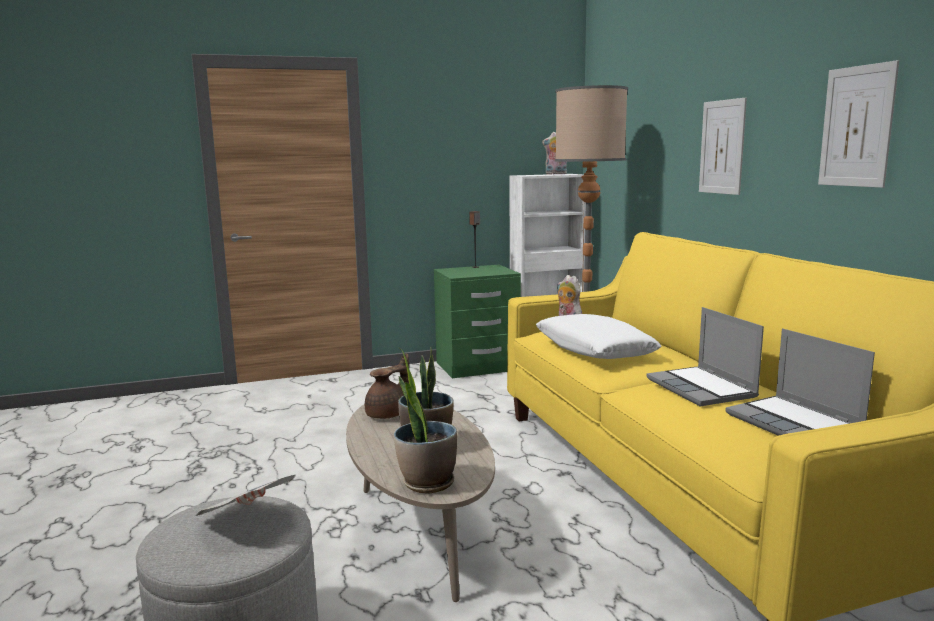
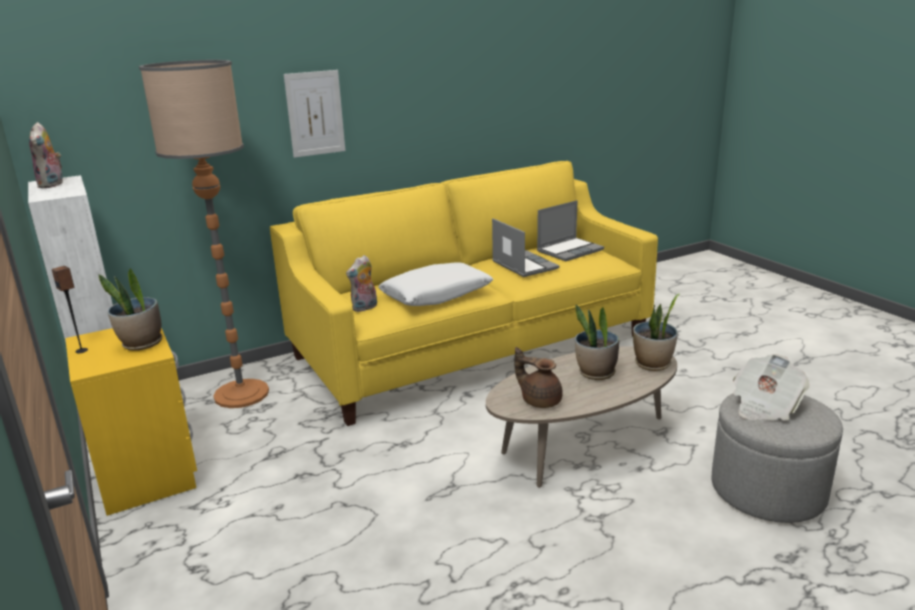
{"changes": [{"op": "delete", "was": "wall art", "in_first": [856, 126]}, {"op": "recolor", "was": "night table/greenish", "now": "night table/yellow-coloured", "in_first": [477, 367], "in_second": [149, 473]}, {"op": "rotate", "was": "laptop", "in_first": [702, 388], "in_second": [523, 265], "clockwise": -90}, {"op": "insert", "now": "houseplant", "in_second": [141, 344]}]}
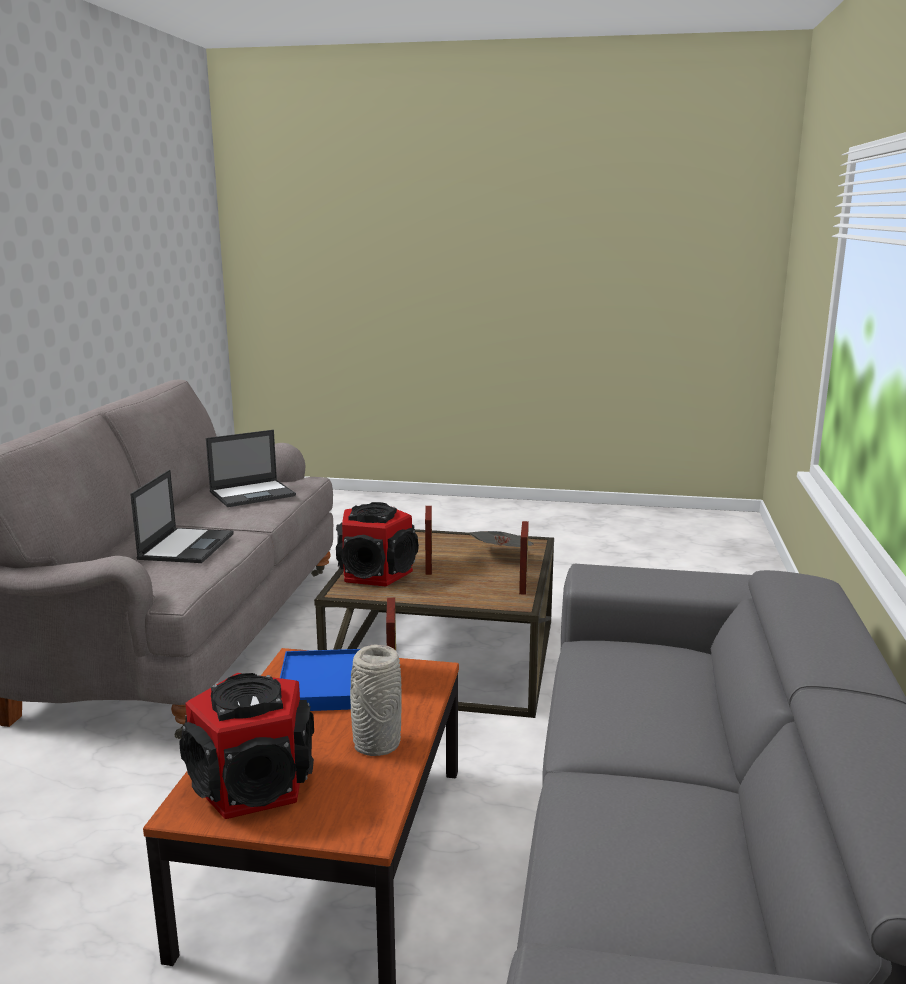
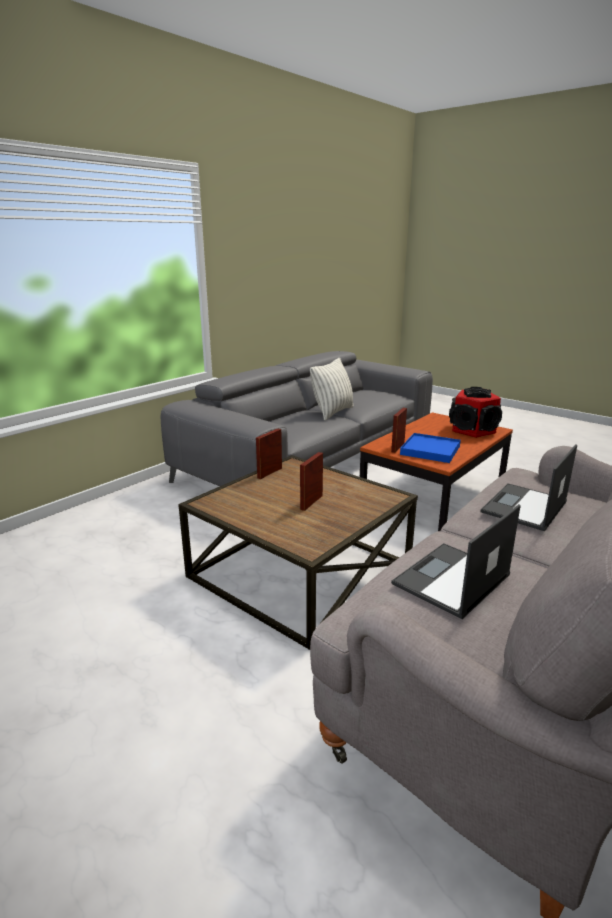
{"changes": [{"op": "rotate", "was": "laptop", "in_first": [253, 494], "in_second": [451, 580], "clockwise": -45}, {"op": "delete", "was": "audio speaker", "in_first": [376, 573]}, {"op": "delete", "was": "newspaper", "in_first": [501, 557]}, {"op": "delete", "was": "decorative vase/greyish", "in_first": [376, 744]}, {"op": "insert", "now": "cushion", "in_second": [333, 412]}]}
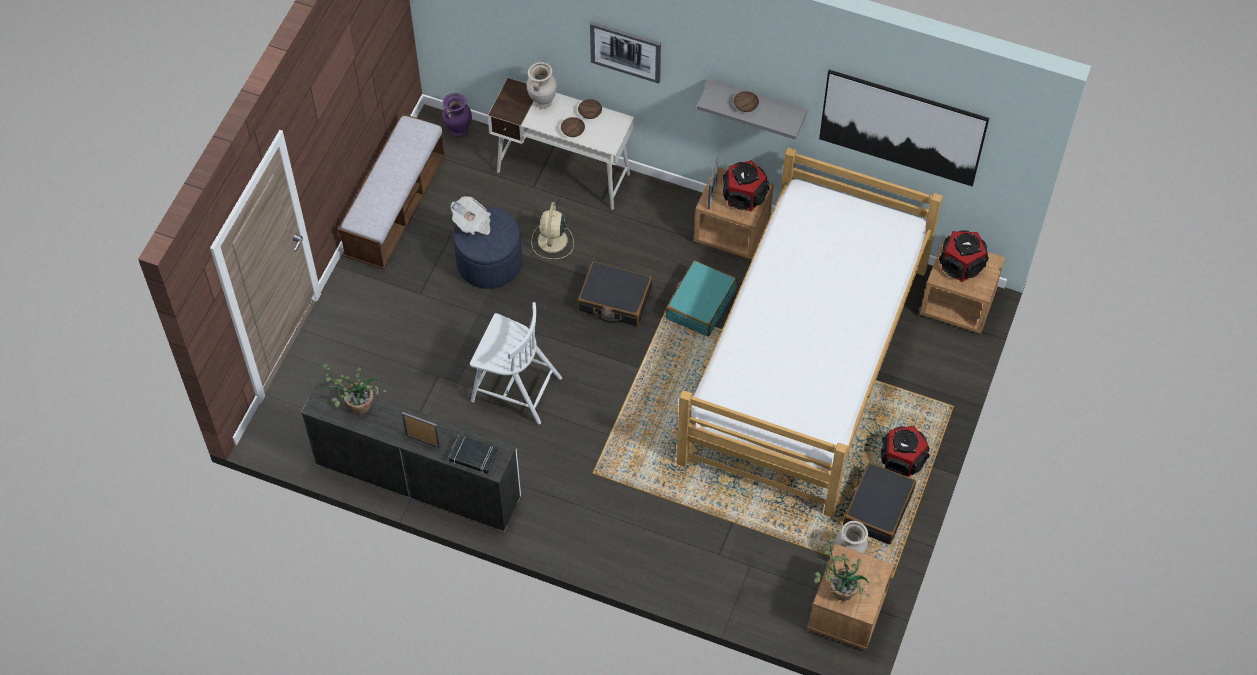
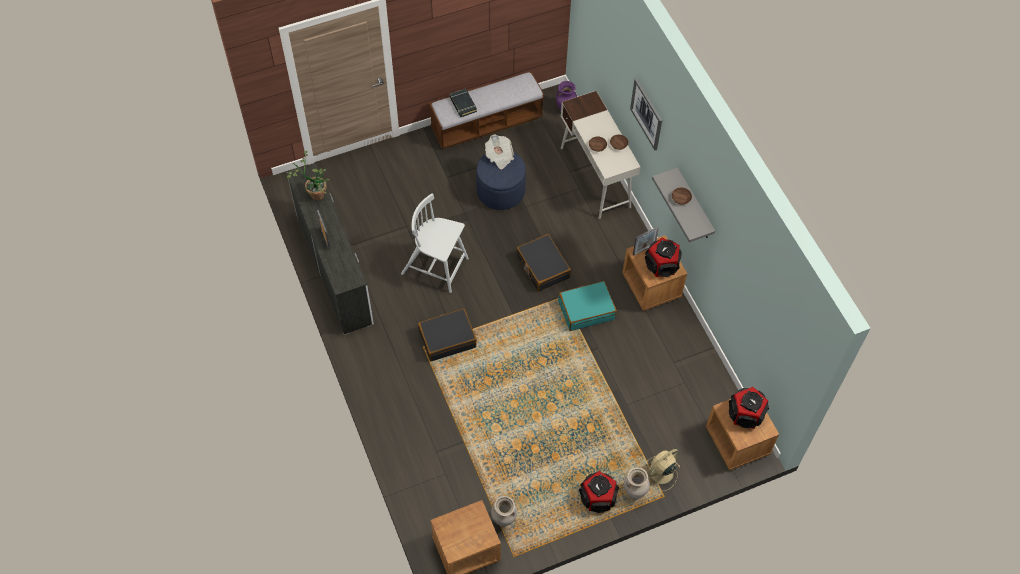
{"changes": [{"op": "move", "was": "decorative vase/beige-coloured", "in_first": [542, 102], "in_second": [634, 493]}, {"op": "delete", "was": "wall art", "in_first": [902, 127]}, {"op": "delete", "was": "bed", "in_first": [806, 364]}, {"op": "move", "was": "cooling fan/beige-coloured", "in_first": [552, 241], "in_second": [660, 473]}, {"op": "rotate", "was": "upright chair/white-coloured", "in_first": [514, 388], "in_second": [436, 267], "clockwise": 135}, {"op": "move", "was": "volume/black-coloured", "in_first": [473, 456], "in_second": [463, 104]}, {"op": "move", "was": "suitcase/black-coloured", "in_first": [877, 508], "in_second": [447, 339]}, {"op": "delete", "was": "houseplant", "in_first": [838, 588]}]}
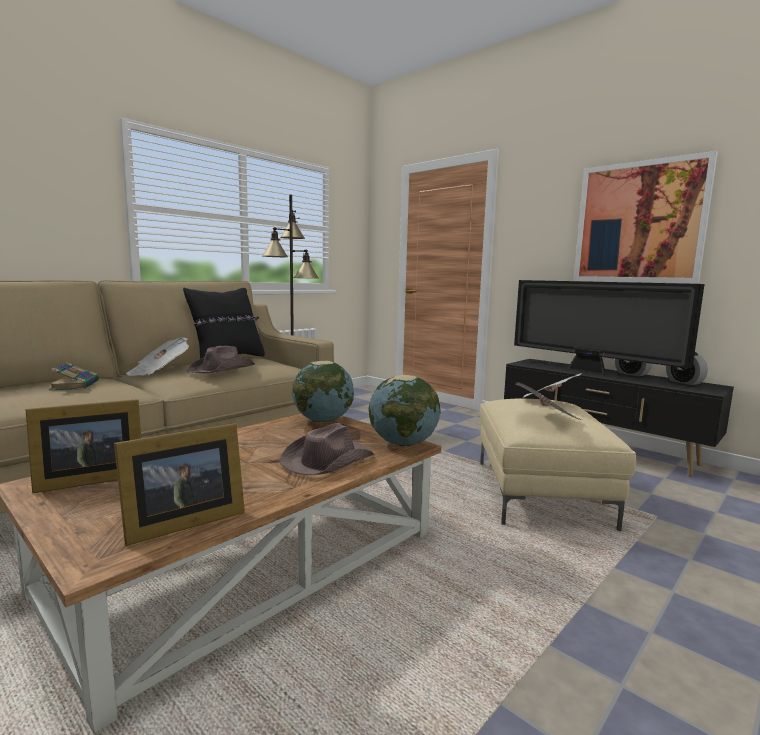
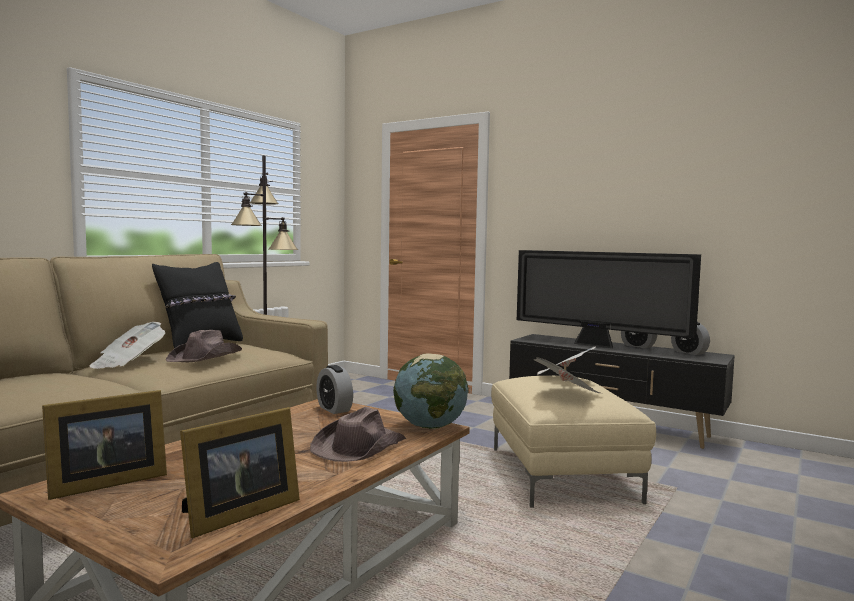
{"changes": [{"op": "delete", "was": "wall art", "in_first": [639, 223]}, {"op": "replace", "was": "world globe", "now": "alarm clock", "in_first": [323, 421], "in_second": [334, 409]}, {"op": "delete", "was": "volume", "in_first": [75, 385]}]}
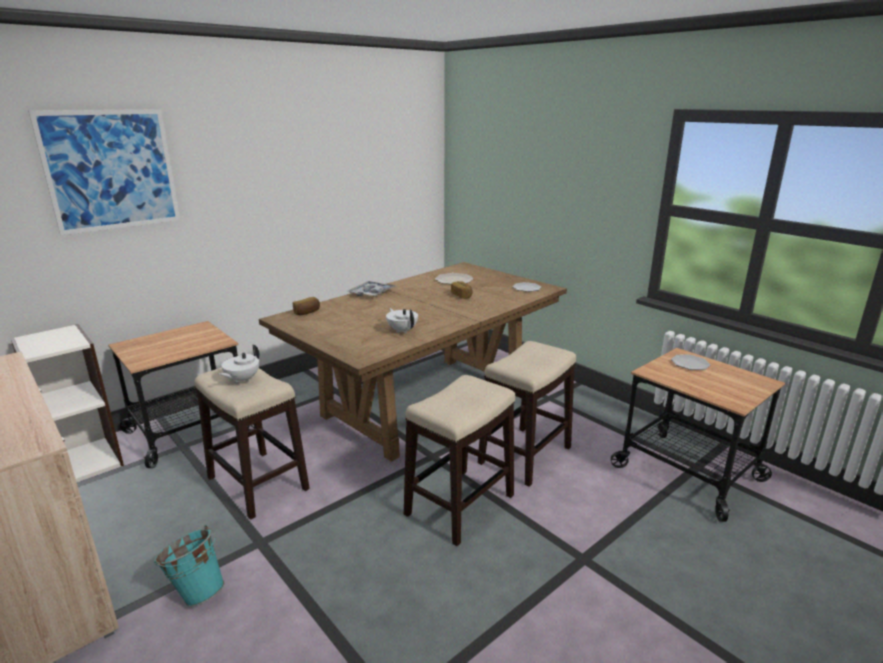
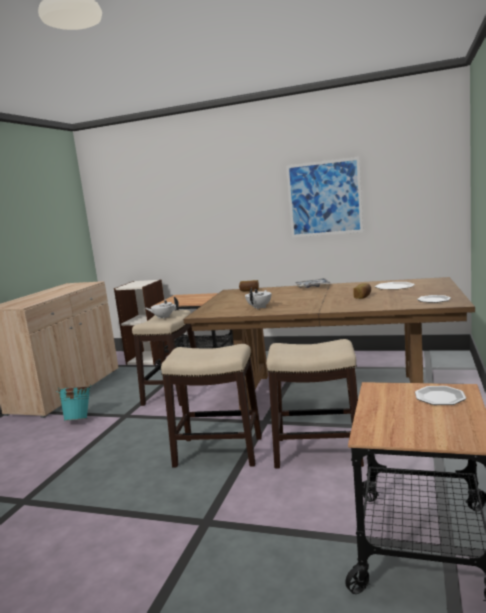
{"changes": [{"op": "move", "was": "wall art", "in_first": [111, 170], "in_second": [324, 198]}]}
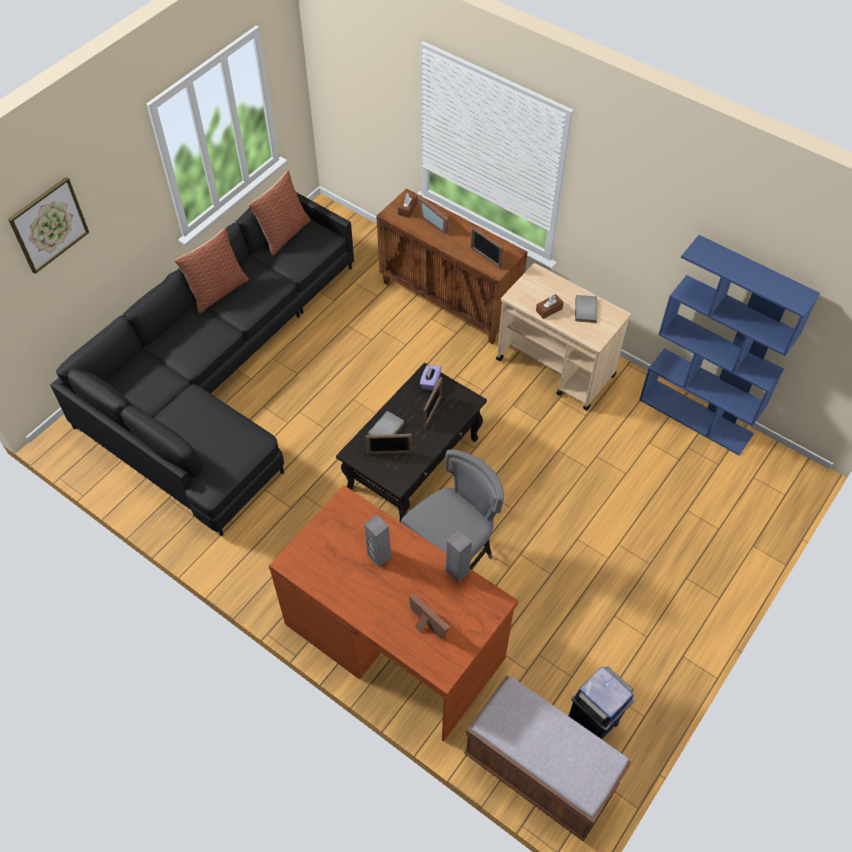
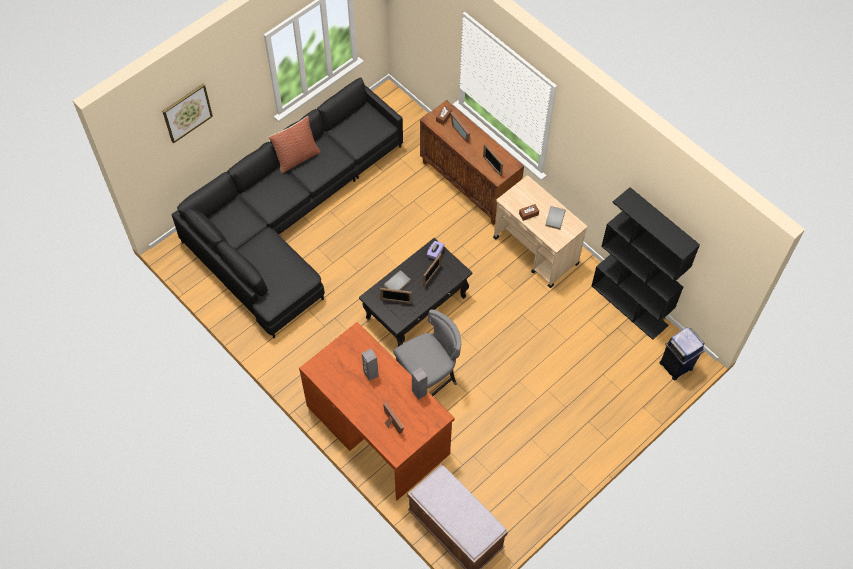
{"changes": [{"op": "delete", "was": "cushion", "in_first": [284, 233]}, {"op": "recolor", "was": "shelving unit/blue-coloured", "now": "shelving unit/black-coloured", "in_first": [696, 416], "in_second": [630, 305]}, {"op": "move", "was": "rubbish bin/blue-coloured", "in_first": [593, 722], "in_second": [676, 366]}]}
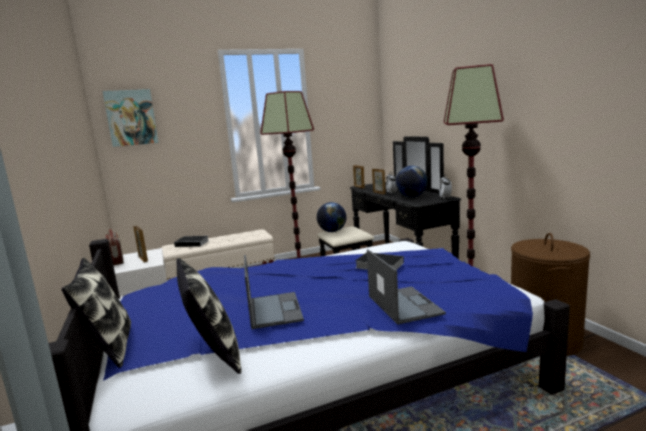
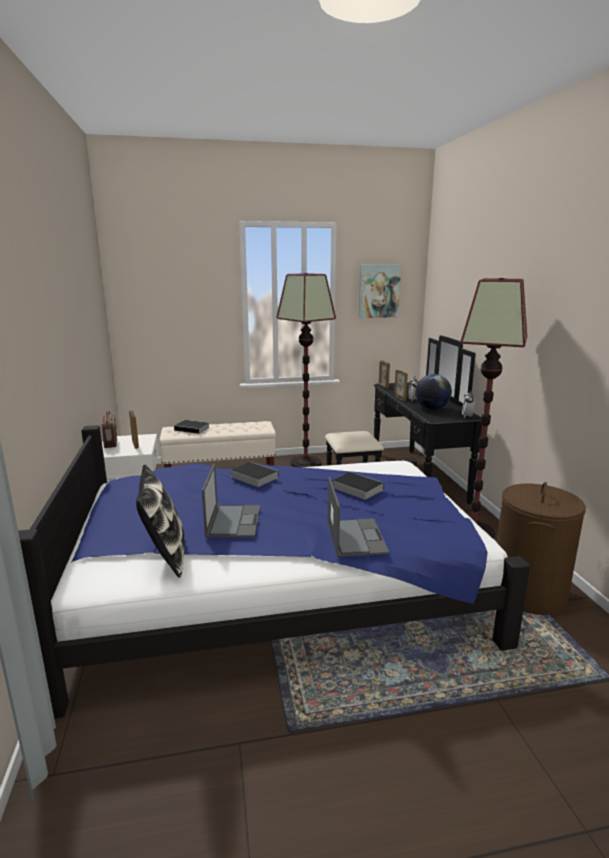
{"changes": [{"op": "move", "was": "wall art", "in_first": [131, 117], "in_second": [379, 291]}, {"op": "delete", "was": "world globe", "in_first": [332, 231]}, {"op": "delete", "was": "cushion", "in_first": [109, 348]}, {"op": "insert", "now": "volume", "in_second": [252, 476]}]}
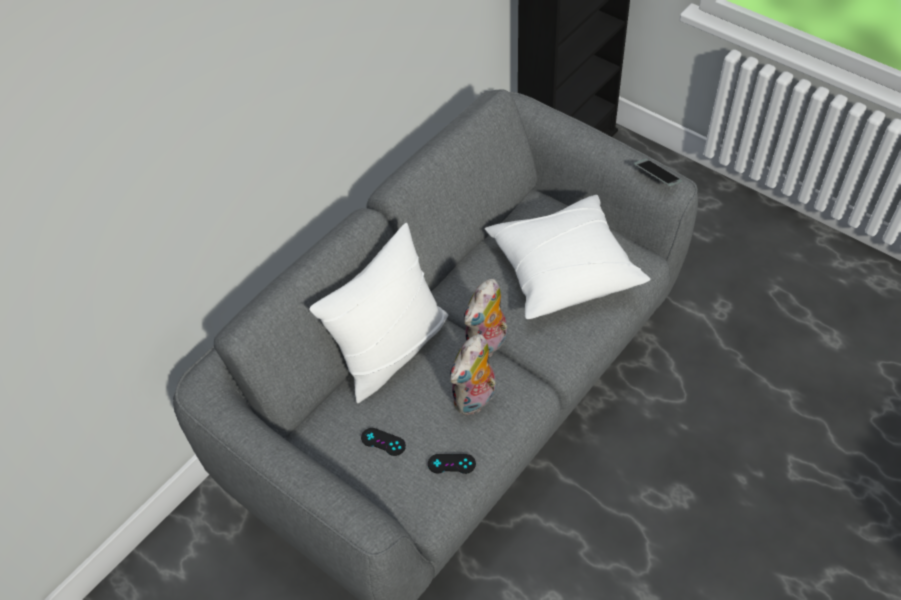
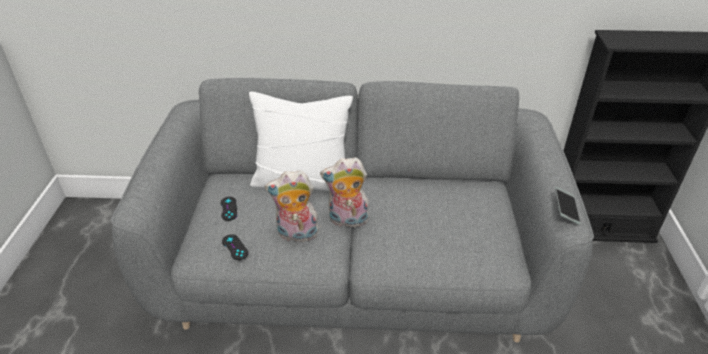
{"changes": [{"op": "delete", "was": "cushion/white-coloured", "in_first": [563, 269]}]}
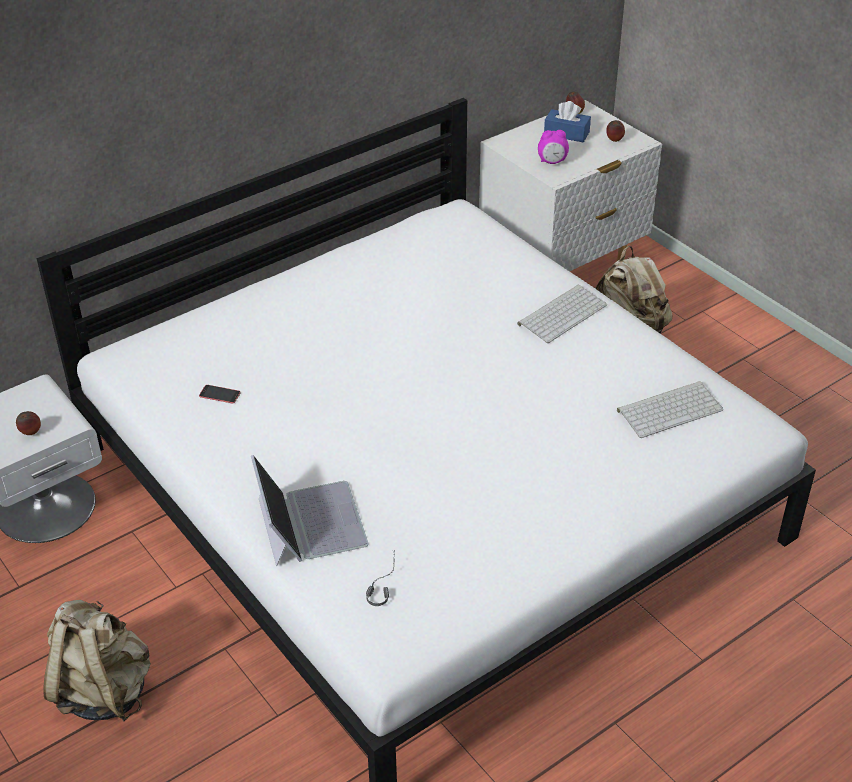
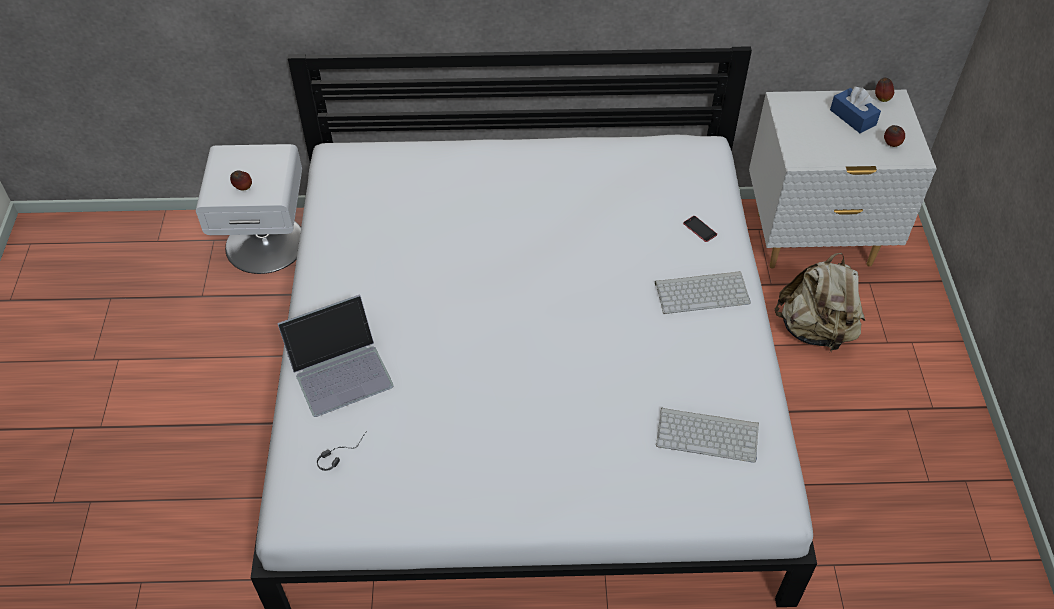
{"changes": [{"op": "delete", "was": "alarm clock", "in_first": [552, 162]}, {"op": "move", "was": "telephone", "in_first": [219, 394], "in_second": [700, 229]}, {"op": "rotate", "was": "laptop", "in_first": [309, 522], "in_second": [340, 369], "clockwise": 45}, {"op": "delete", "was": "knapsack/beige-coloured", "in_first": [104, 691]}]}
